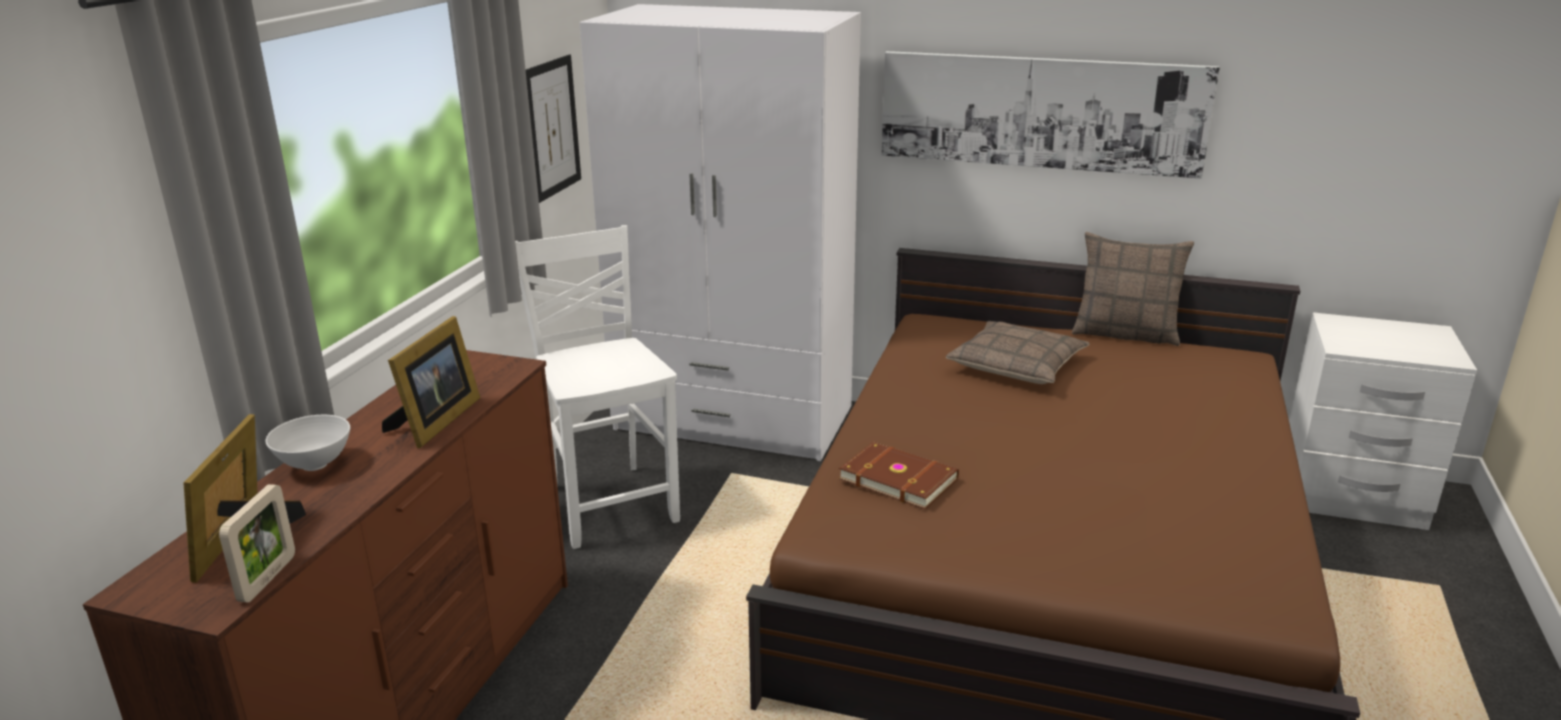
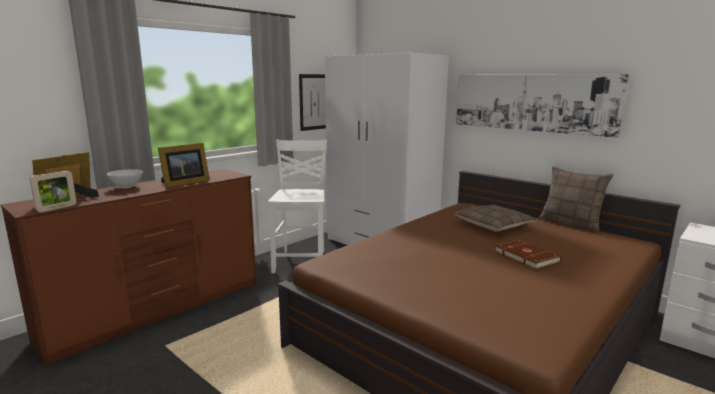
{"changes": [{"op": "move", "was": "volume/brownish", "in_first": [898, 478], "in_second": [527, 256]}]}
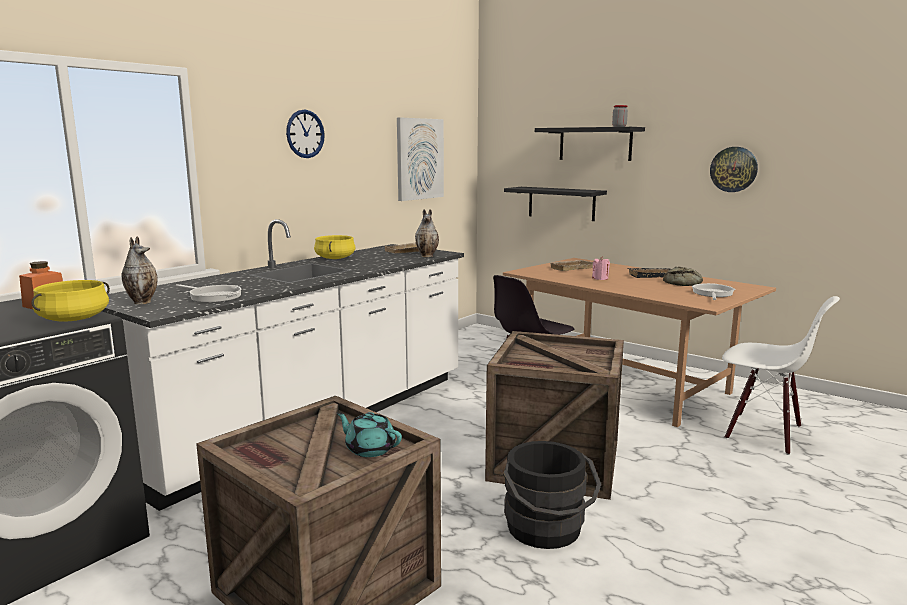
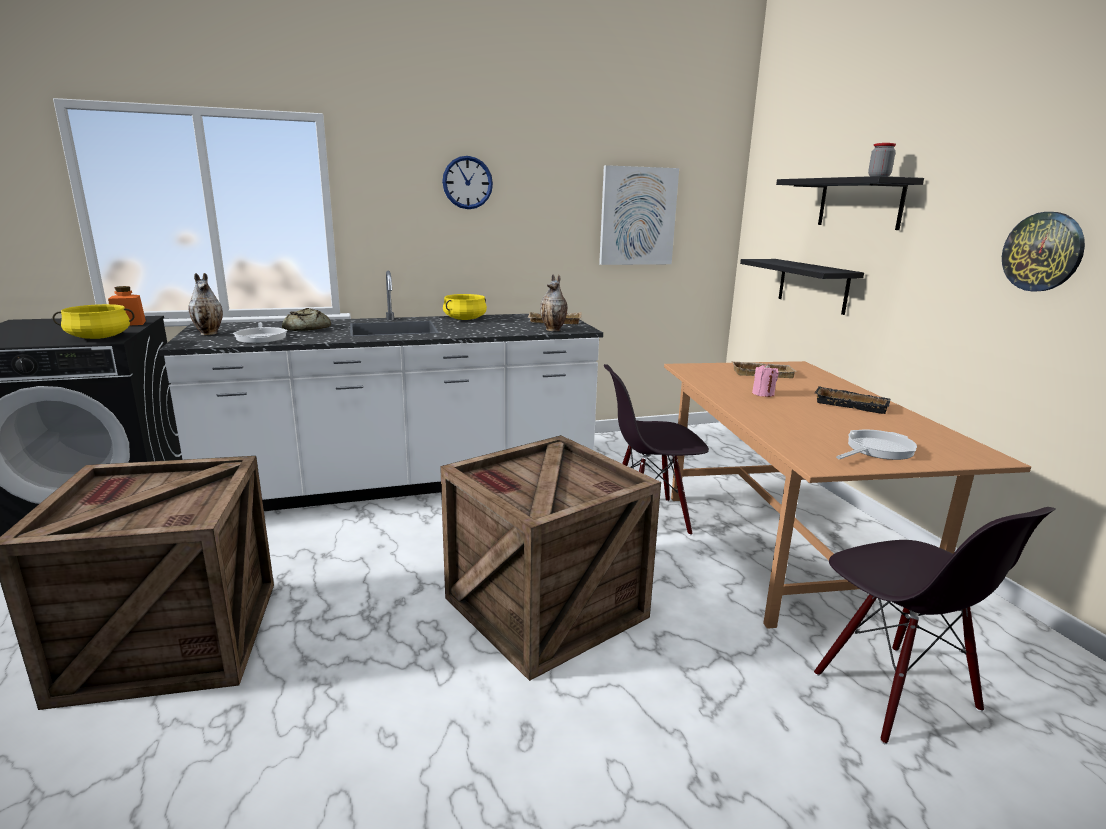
{"changes": [{"op": "move", "was": "bakery bread", "in_first": [684, 283], "in_second": [305, 328]}, {"op": "recolor", "was": "upright chair/white-coloured", "now": "upright chair/black-coloured", "in_first": [763, 433], "in_second": [894, 692]}, {"op": "delete", "was": "tea pot/turquoise-coloured", "in_first": [369, 449]}, {"op": "delete", "was": "pail/black-coloured", "in_first": [547, 531]}]}
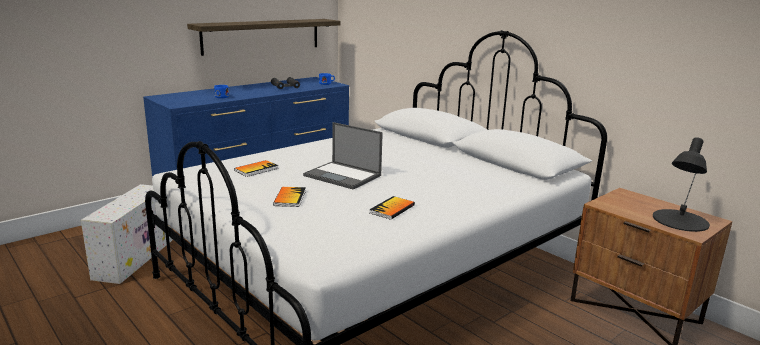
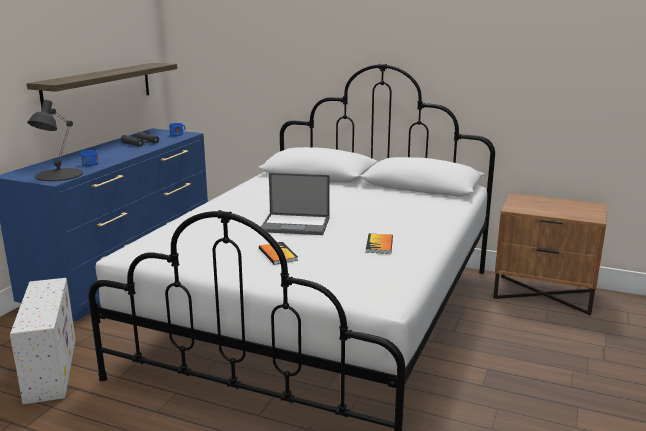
{"changes": [{"op": "move", "was": "table lamp/black-coloured", "in_first": [679, 220], "in_second": [58, 175]}, {"op": "delete", "was": "volume", "in_first": [256, 169]}]}
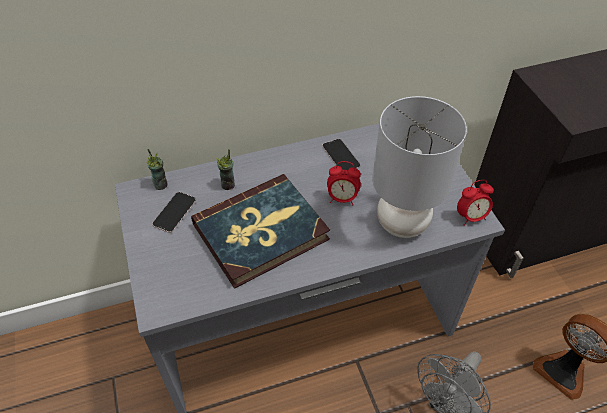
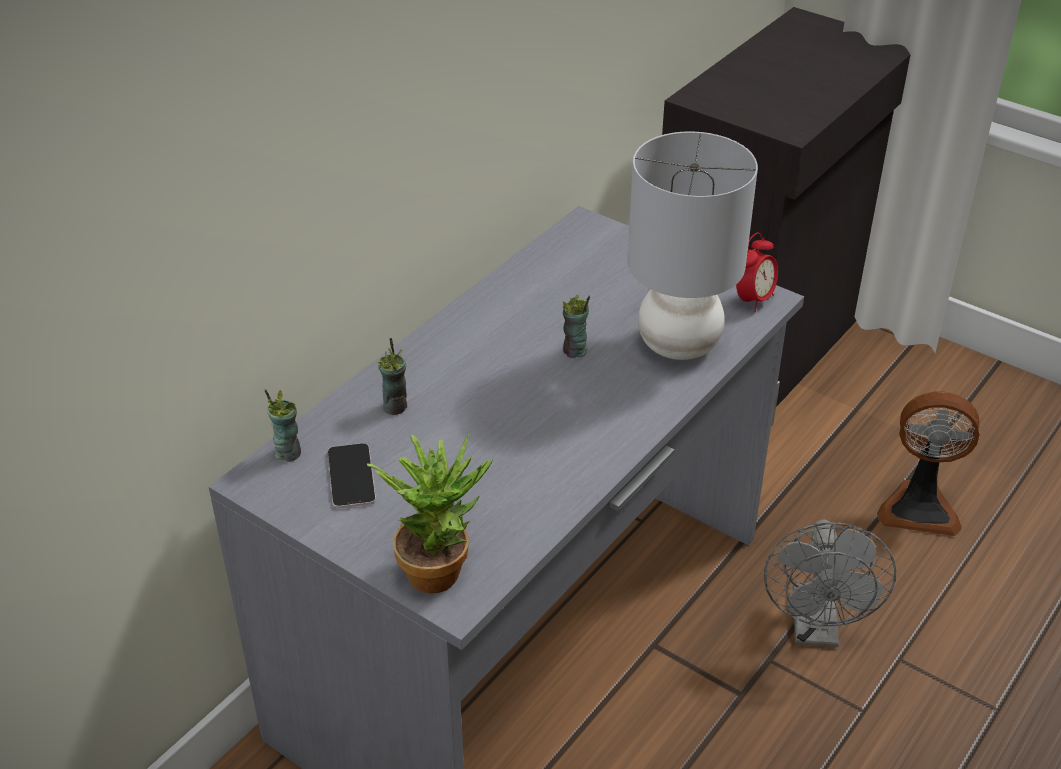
{"changes": [{"op": "delete", "was": "telephone", "in_first": [341, 156]}, {"op": "replace", "was": "alarm clock", "now": "small cup", "in_first": [342, 198], "in_second": [574, 351]}, {"op": "delete", "was": "volume", "in_first": [261, 232]}, {"op": "insert", "now": "houseplant", "in_second": [439, 567]}]}
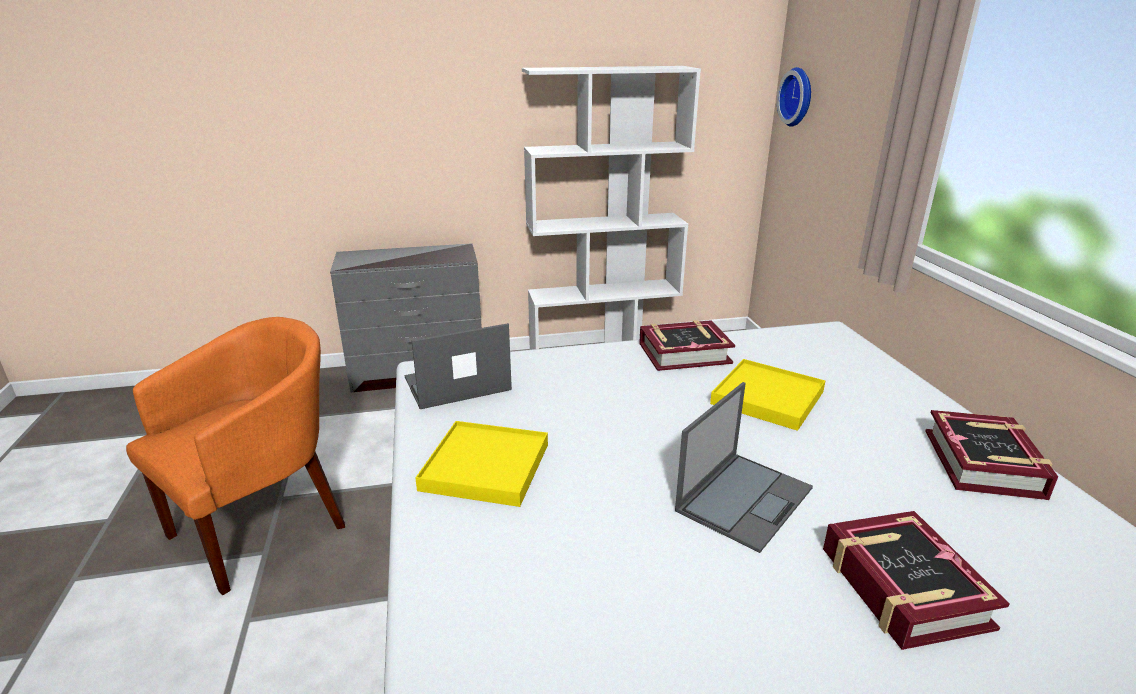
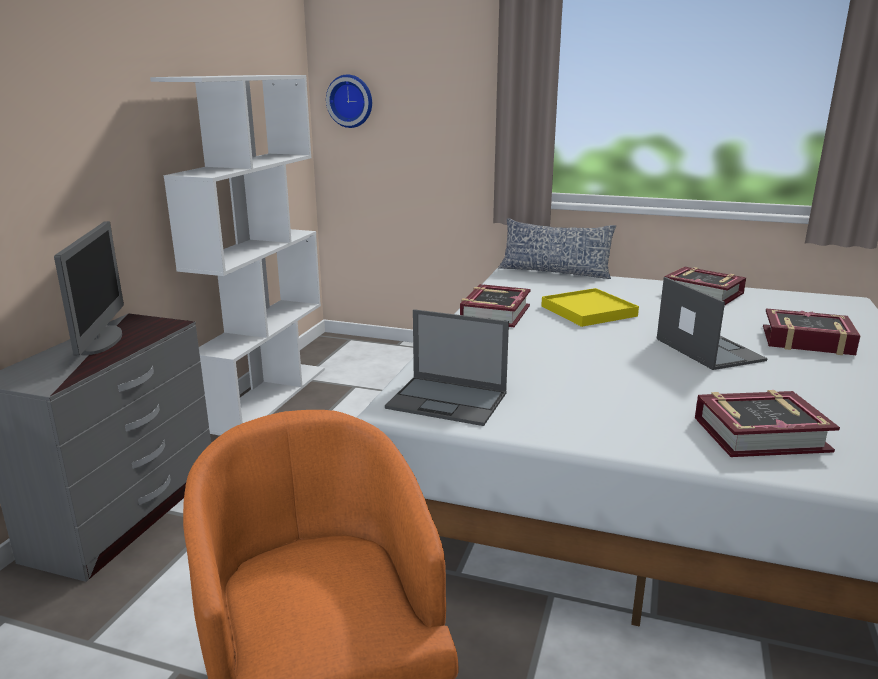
{"changes": [{"op": "rotate", "was": "laptop", "in_first": [456, 384], "in_second": [448, 401], "clockwise": -75}, {"op": "delete", "was": "serving tray/yellow-coloured", "in_first": [485, 467]}, {"op": "insert", "now": "cushion", "in_second": [554, 271]}, {"op": "insert", "now": "monitor", "in_second": [102, 340]}, {"op": "insert", "now": "volume", "in_second": [760, 434]}]}
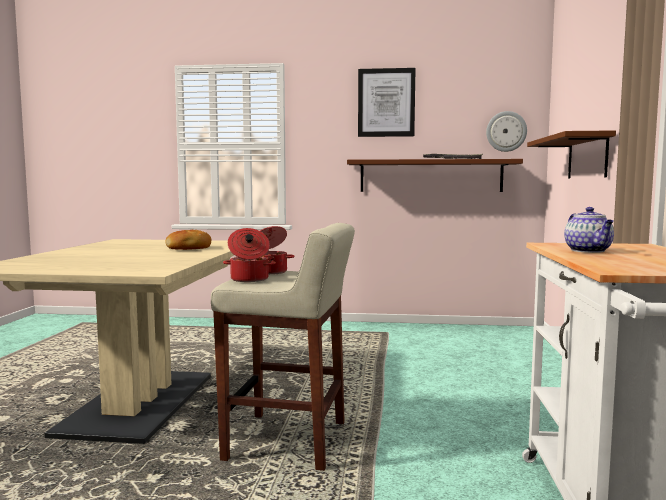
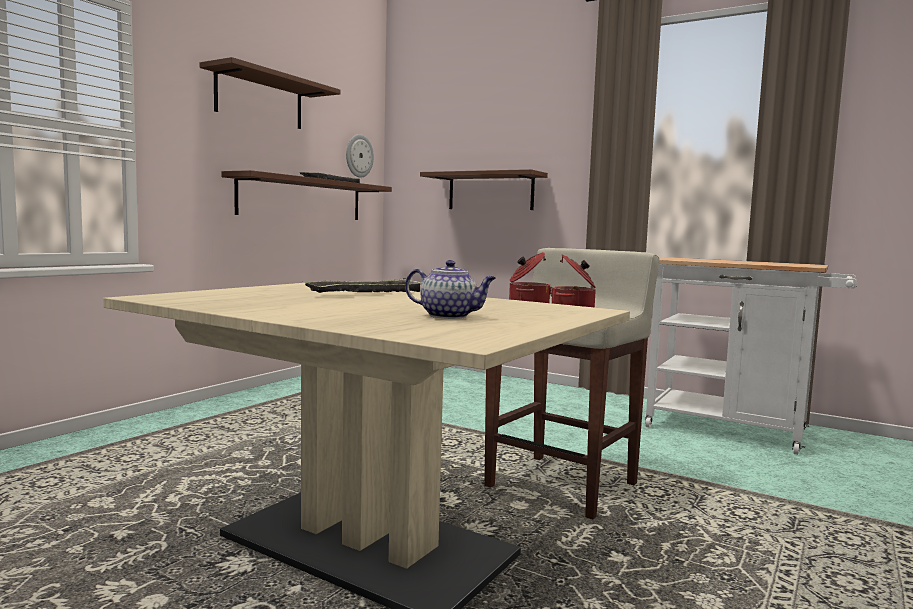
{"changes": [{"op": "replace", "was": "wall art", "now": "bracket shelf/brownish", "in_first": [386, 102], "in_second": [260, 100]}, {"op": "move", "was": "tea pot", "in_first": [589, 251], "in_second": [450, 316]}, {"op": "replace", "was": "bakery bread", "now": "serving tray", "in_first": [189, 248], "in_second": [366, 293]}]}
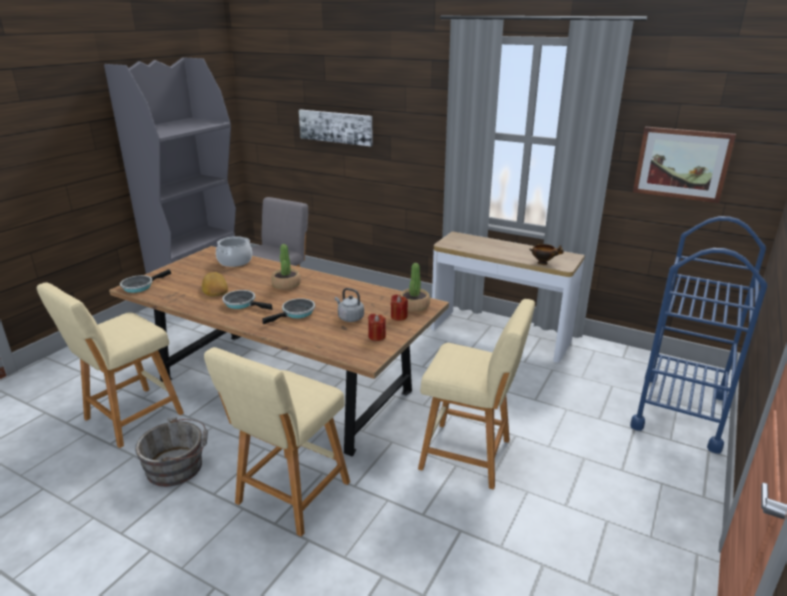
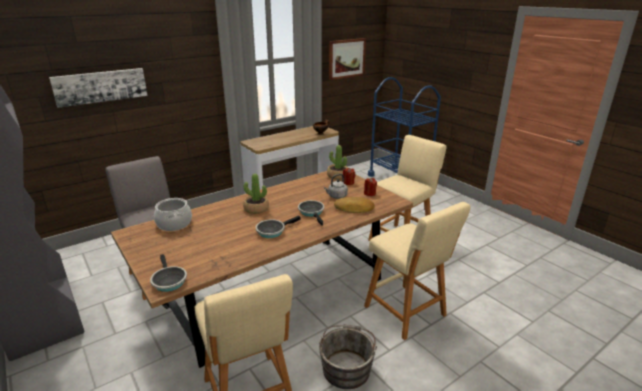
{"changes": [{"op": "move", "was": "bakery bread", "in_first": [214, 288], "in_second": [354, 208]}]}
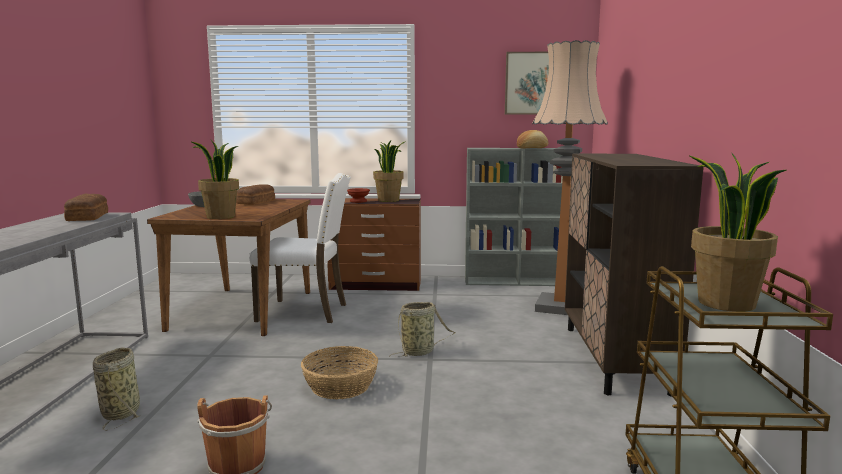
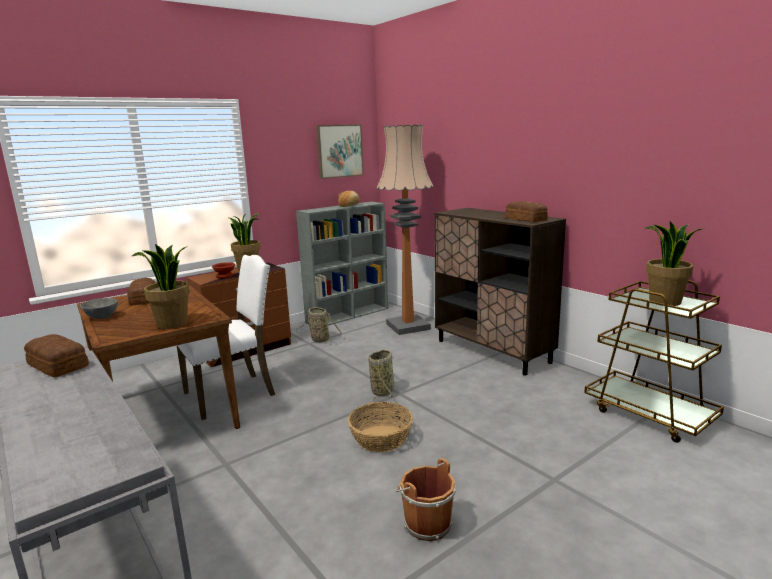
{"changes": [{"op": "move", "was": "household basket", "in_first": [121, 412], "in_second": [318, 339]}, {"op": "insert", "now": "bakery bread", "in_second": [525, 219]}]}
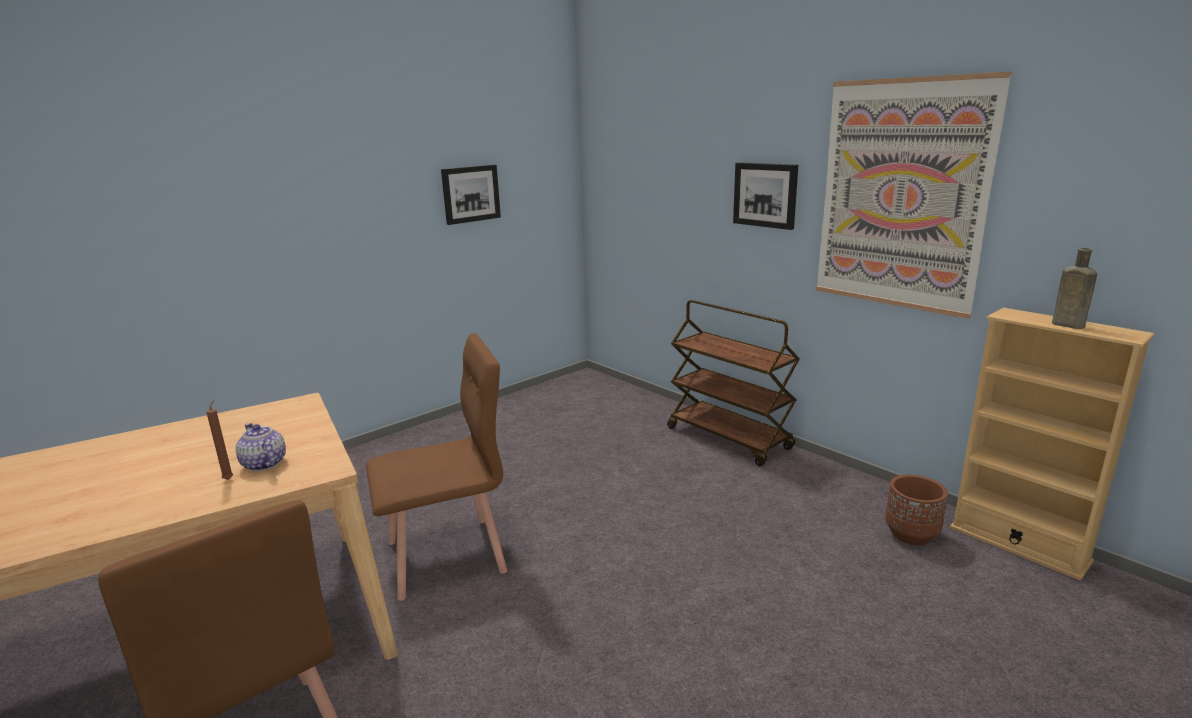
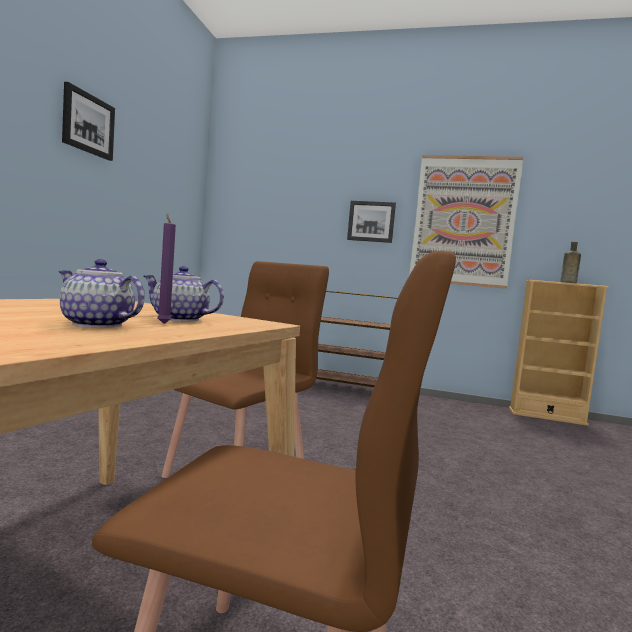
{"changes": [{"op": "move", "was": "wall art", "in_first": [470, 194], "in_second": [88, 124]}, {"op": "recolor", "was": "candle/brownish", "now": "candle/purple", "in_first": [229, 478], "in_second": [163, 323]}, {"op": "delete", "was": "plant pot/brownish", "in_first": [911, 534]}, {"op": "insert", "now": "tea pot", "in_second": [97, 325]}]}
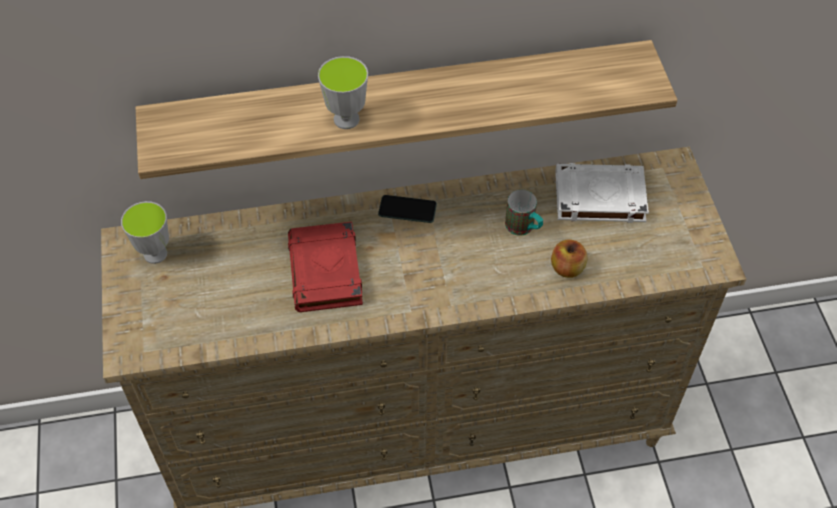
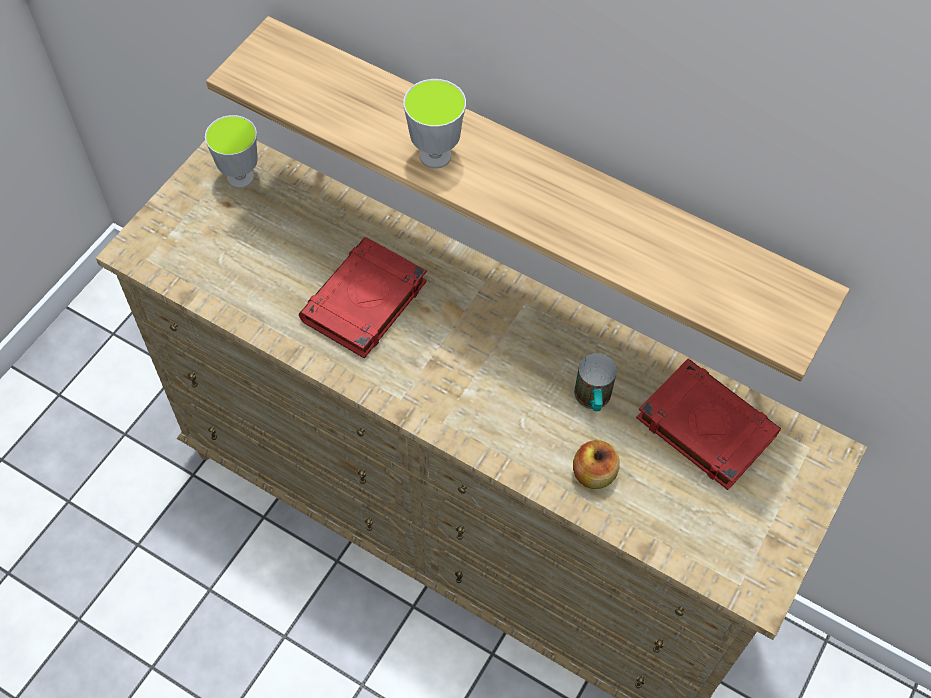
{"changes": [{"op": "recolor", "was": "volume/white-coloured", "now": "volume/red", "in_first": [598, 197], "in_second": [704, 426]}, {"op": "delete", "was": "telephone", "in_first": [407, 209]}]}
